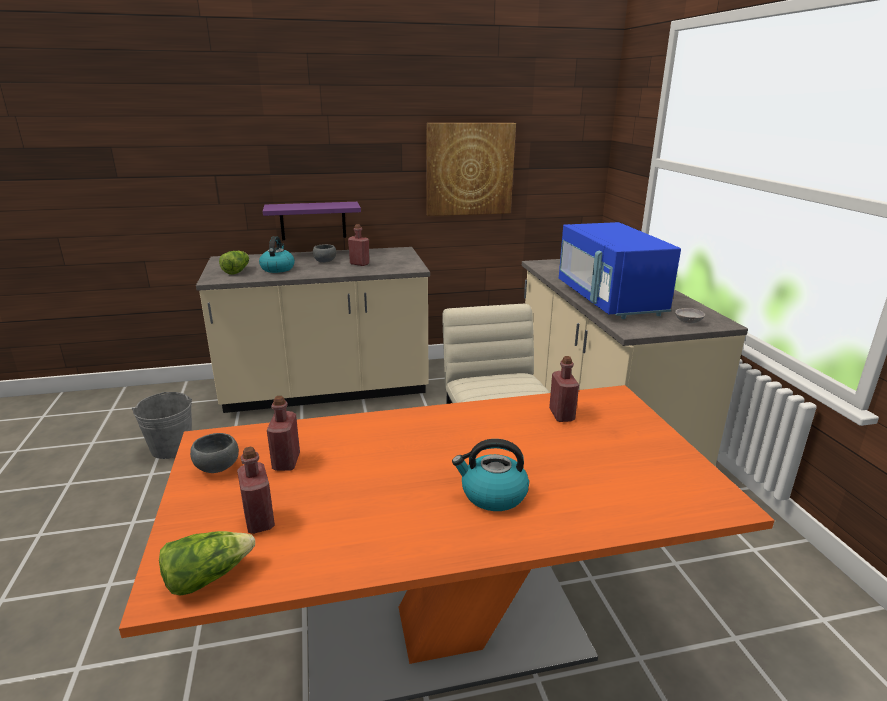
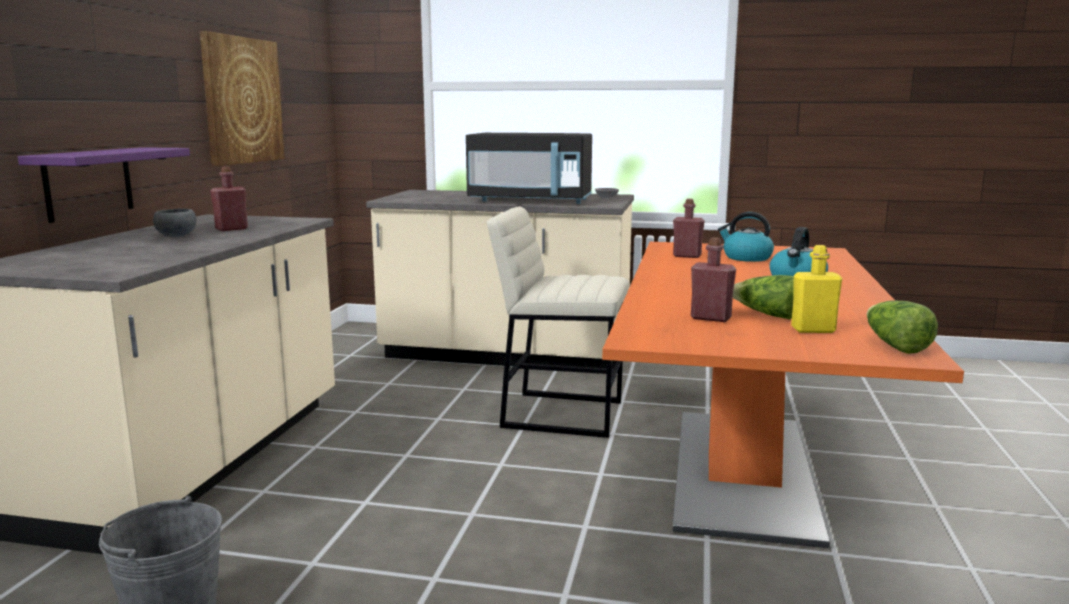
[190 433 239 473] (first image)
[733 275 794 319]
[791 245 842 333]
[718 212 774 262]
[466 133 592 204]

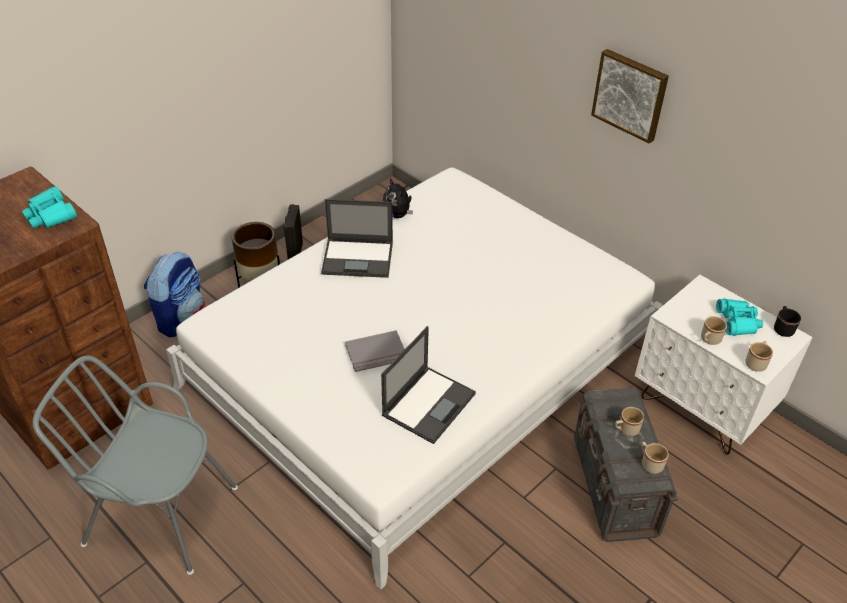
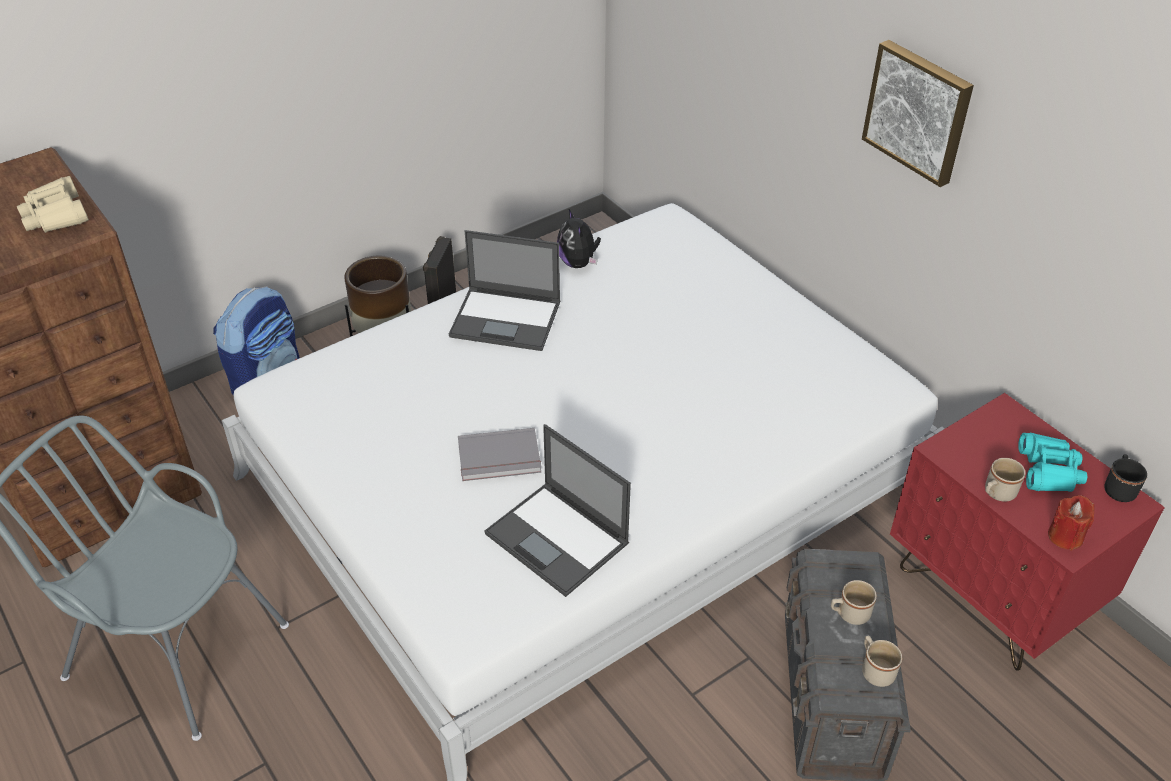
[17 176 89 233]
[485 424 631 597]
[890 393 1165 671]
[1048 495 1095 551]

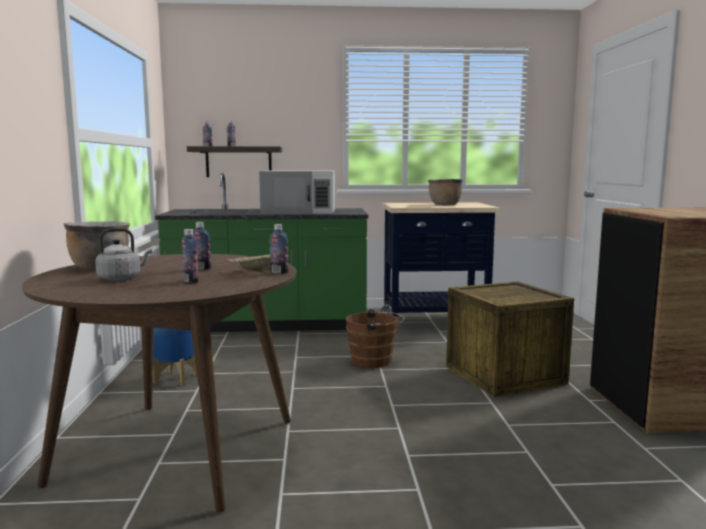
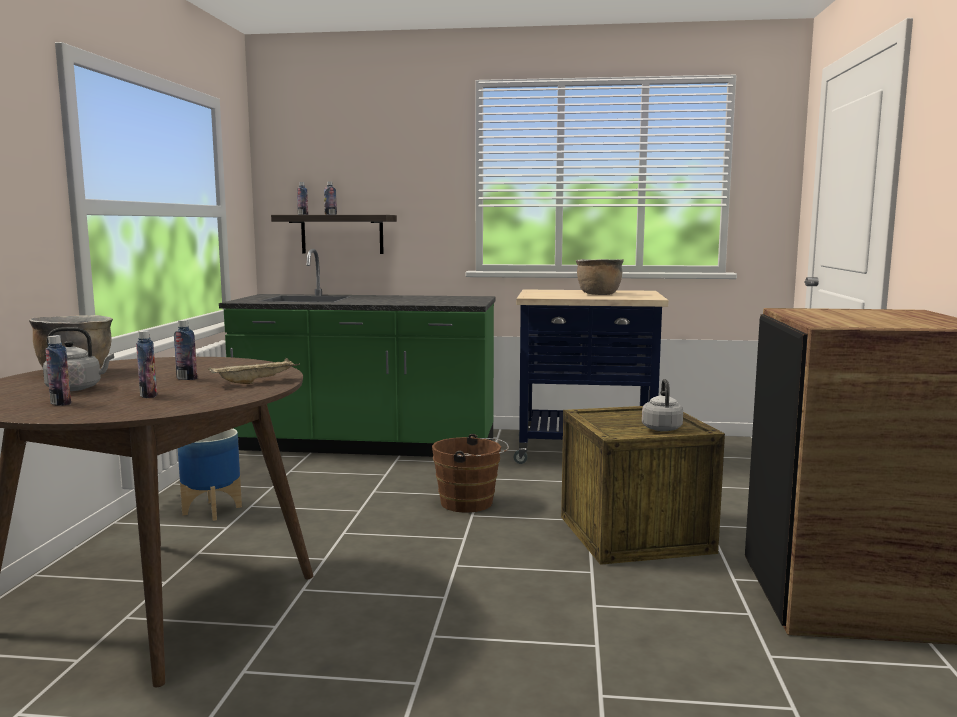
[259 171 335 214] (first image)
[45 335 71 406]
[642 379 683 431]

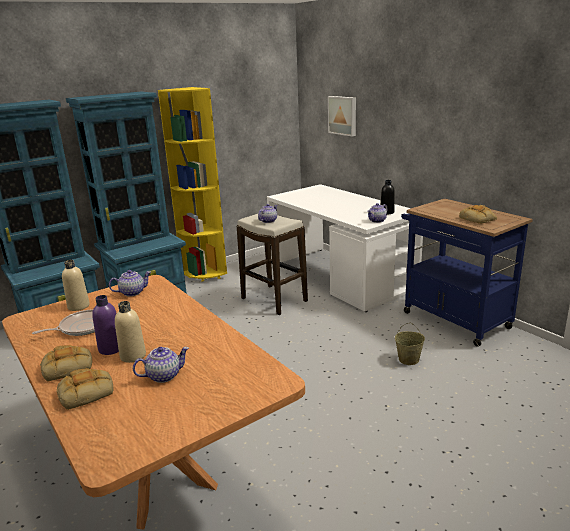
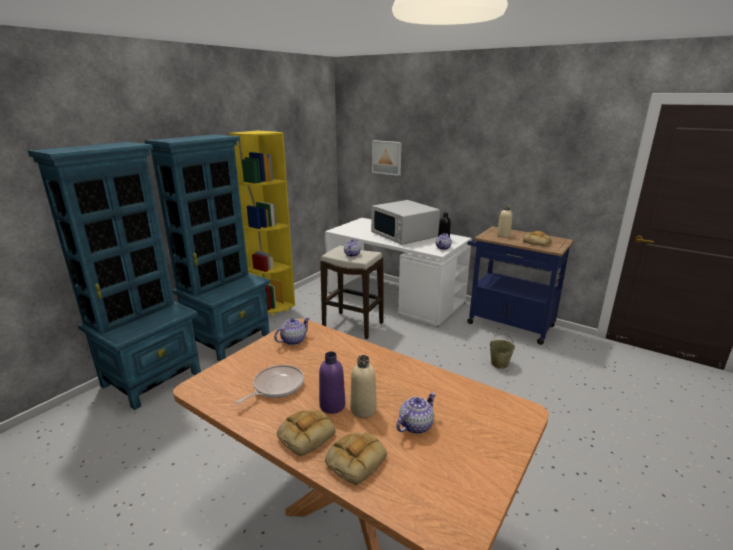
[497 205 512 238]
[371 200 440 245]

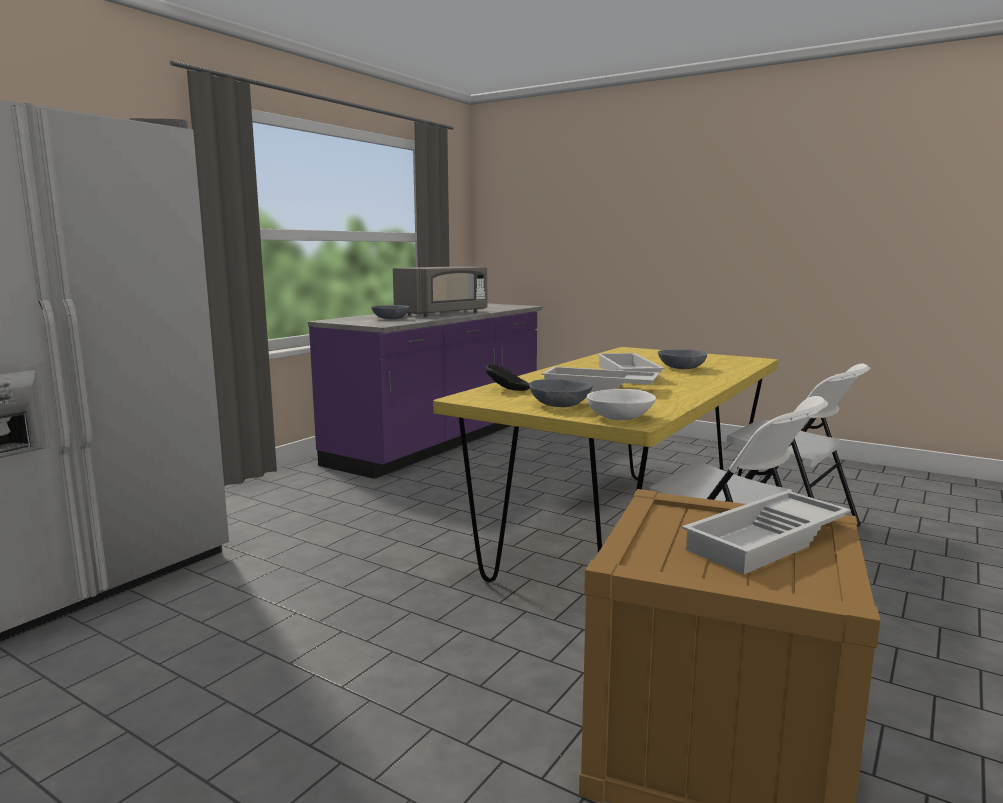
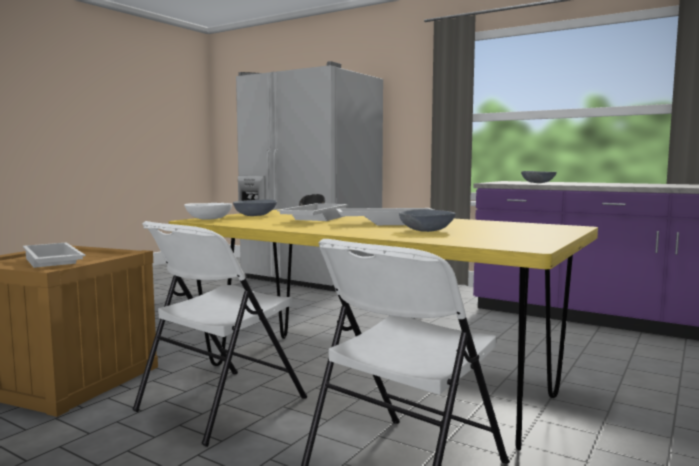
[393 266 487 317] (first image)

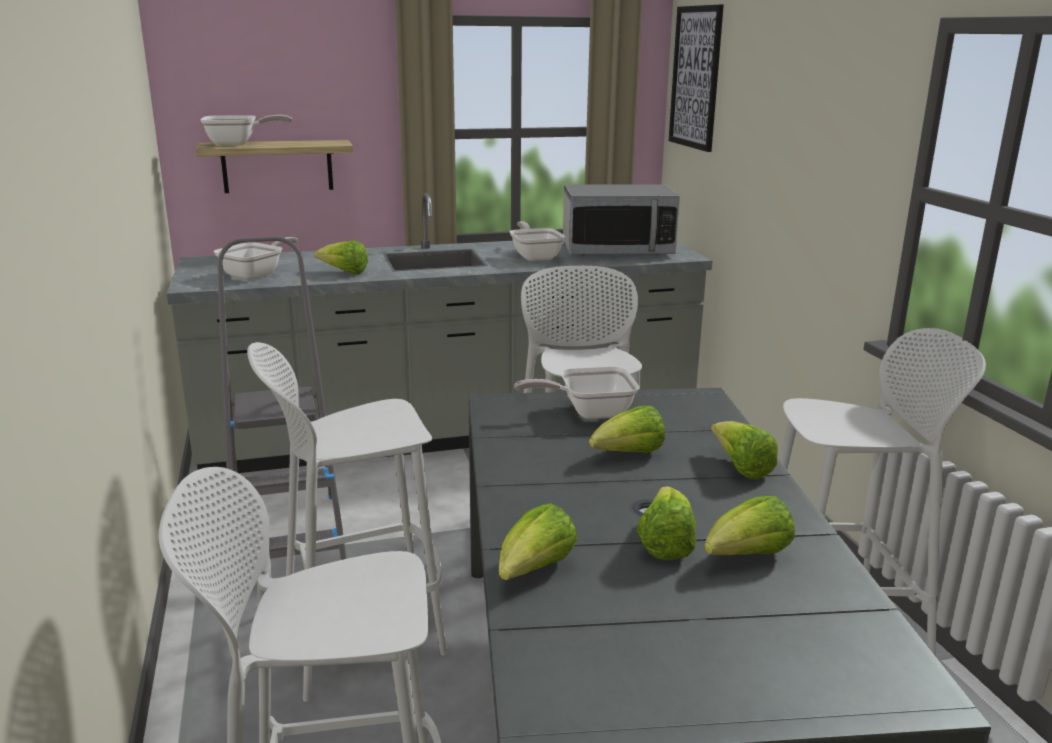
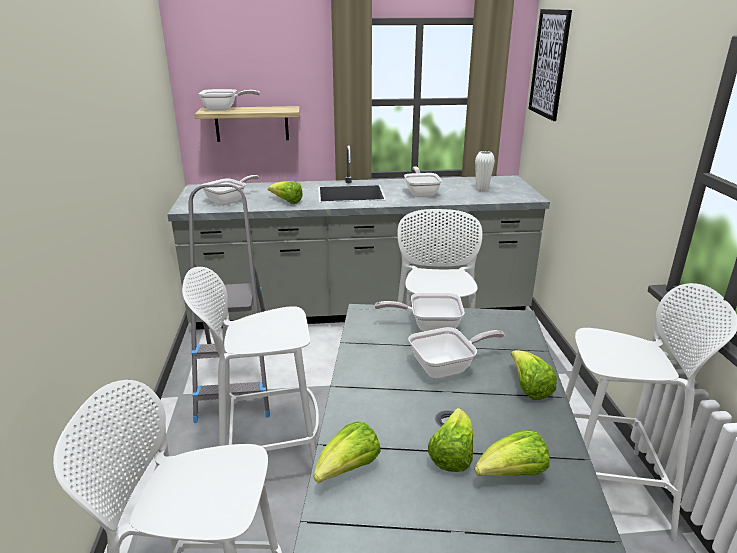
[475 151 495 192]
[408 327 505 378]

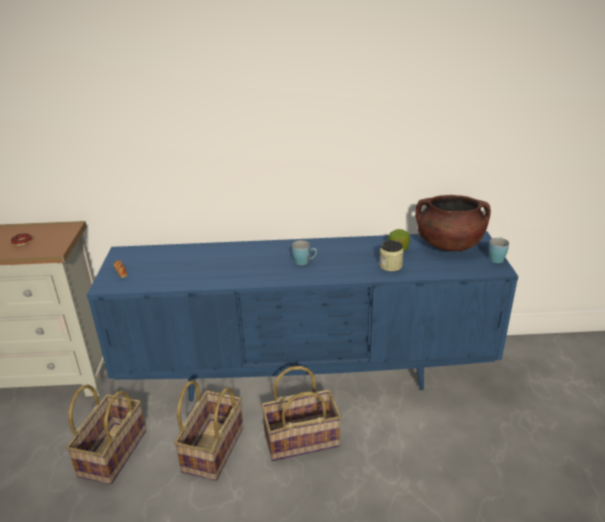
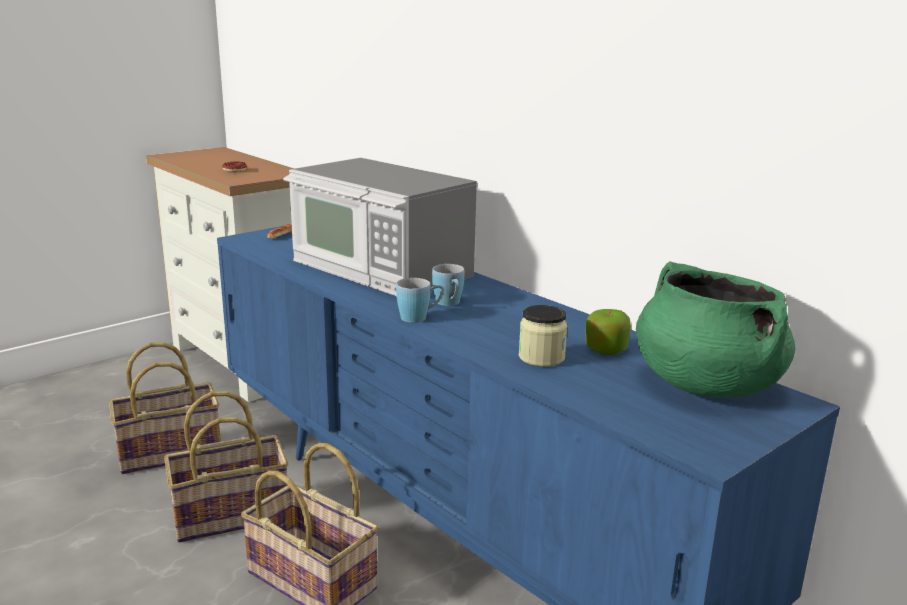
[636 261 795 398]
[396 278 444 323]
[283 158 477 296]

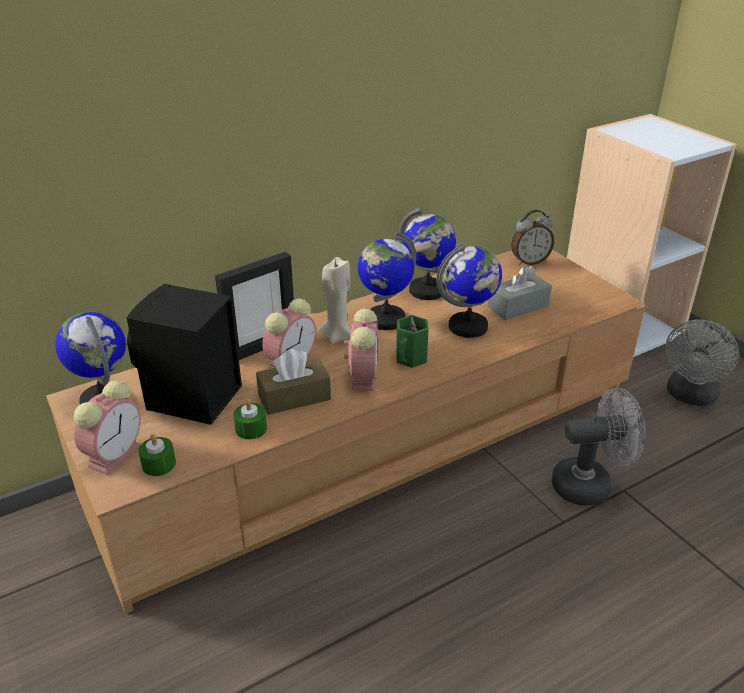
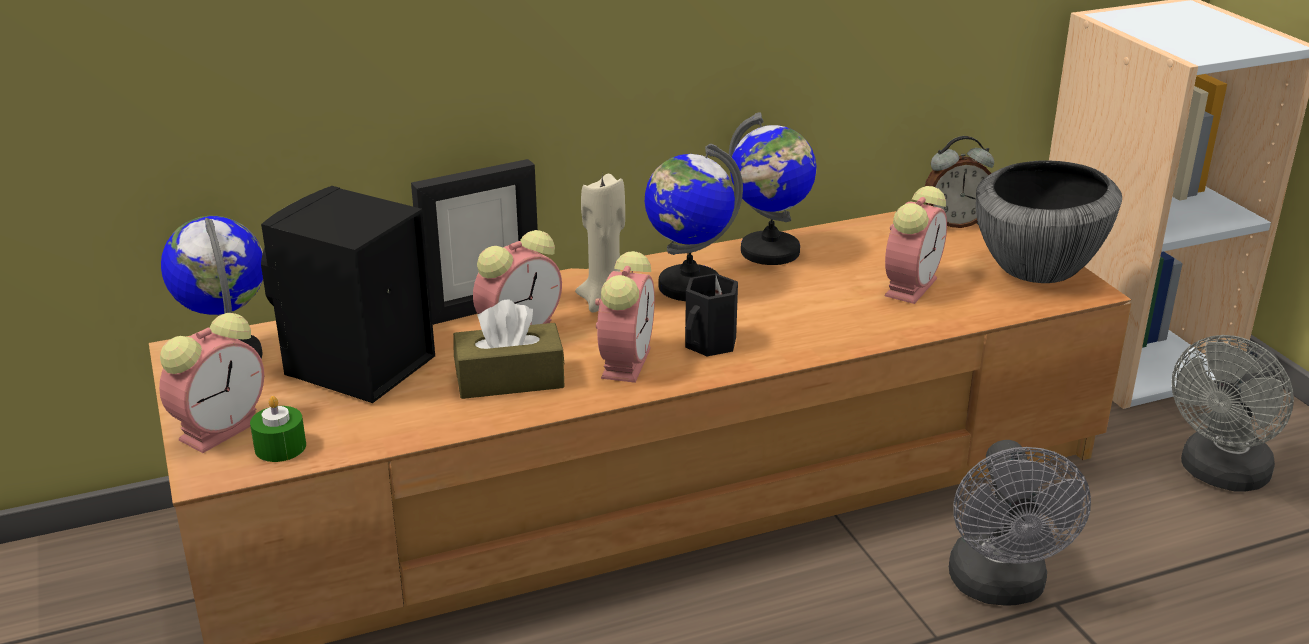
[234 399 267 439] (first image)
[685 273 738 356]
[436 243 502 338] (first image)
[885 186 947 304]
[949 440 1091 606]
[976 160 1122 283]

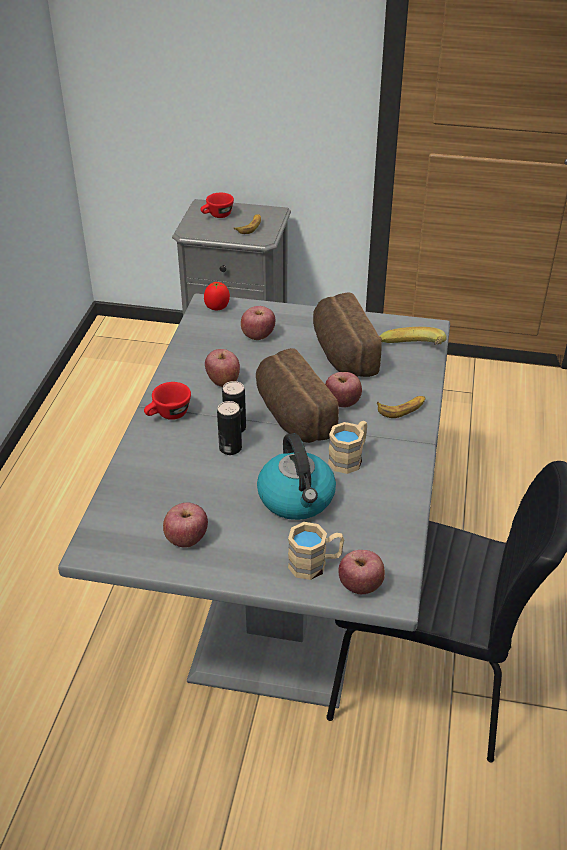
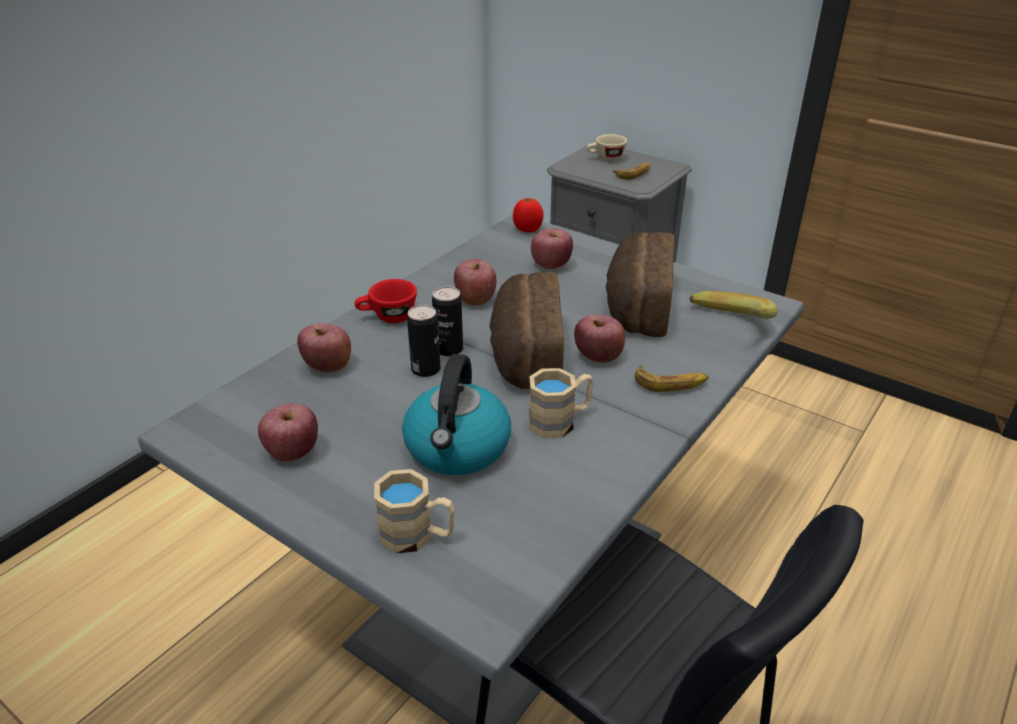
[587 134 627 161]
[297 323 351 373]

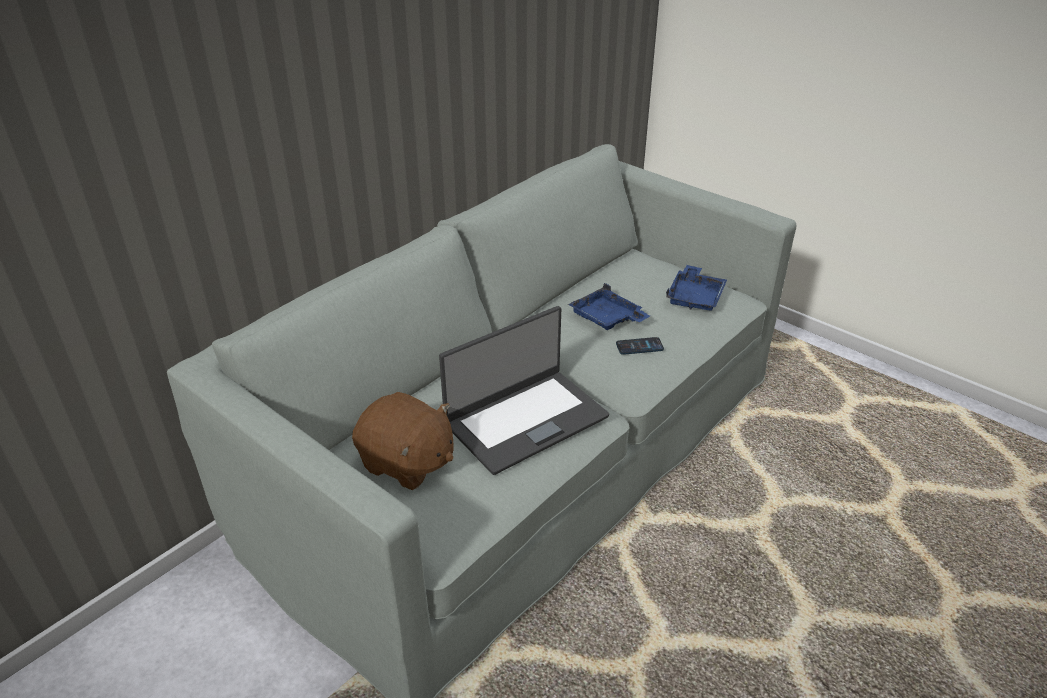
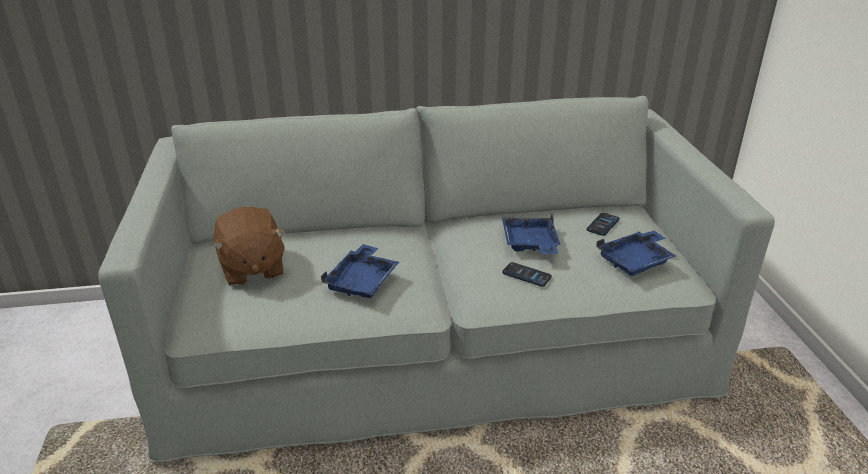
[321 244 399 298]
[586 213 620 236]

